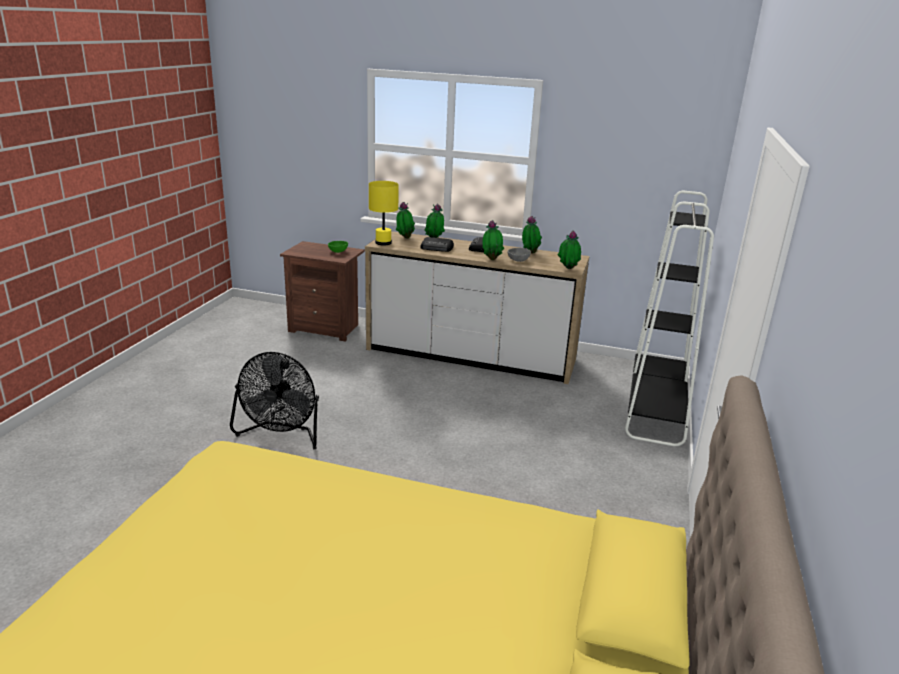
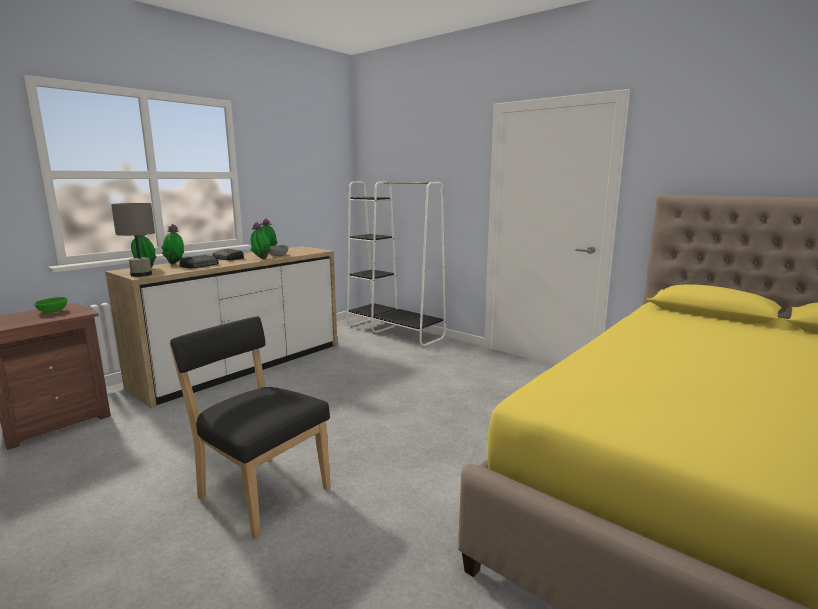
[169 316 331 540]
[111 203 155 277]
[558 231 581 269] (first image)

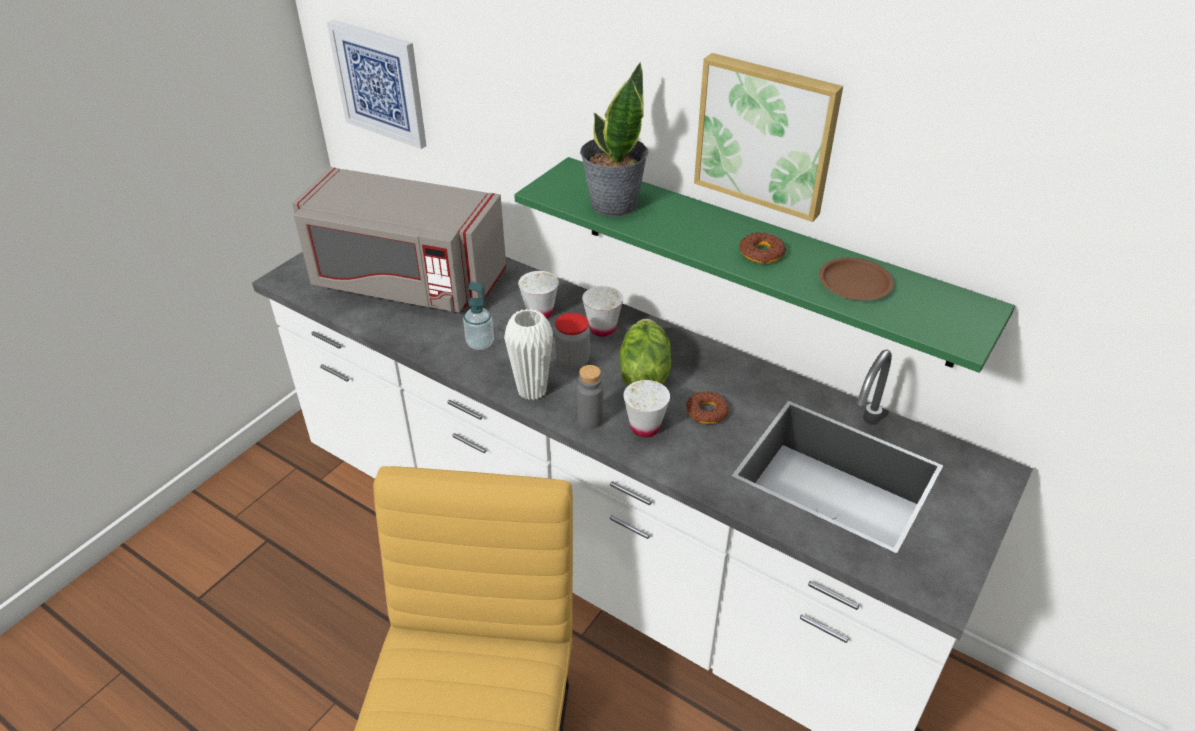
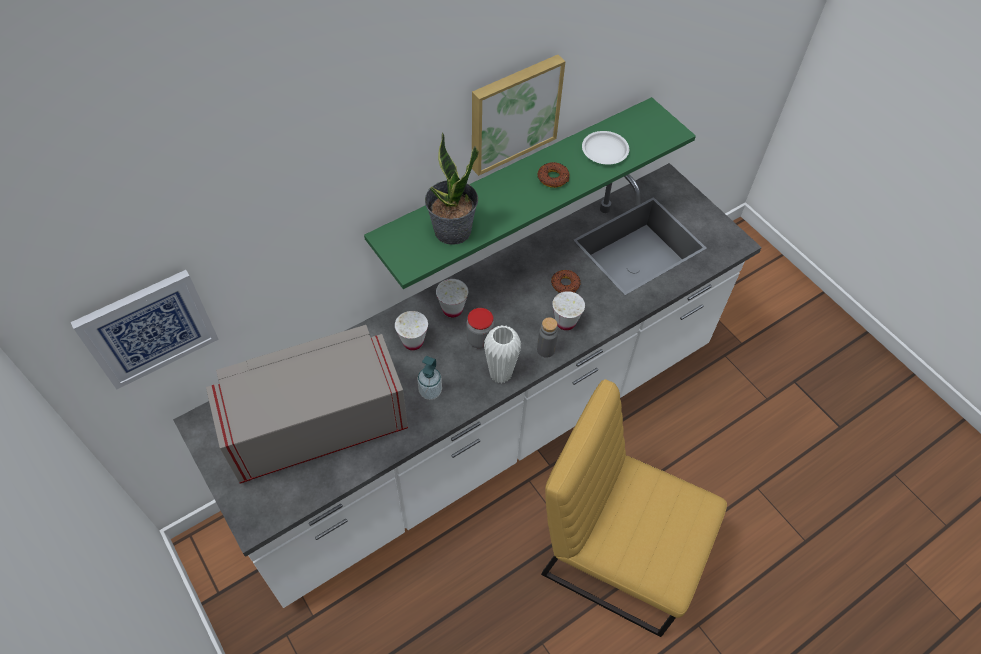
[206 325 408 484]
[619 319 672 386] (first image)
[582 131 629 165]

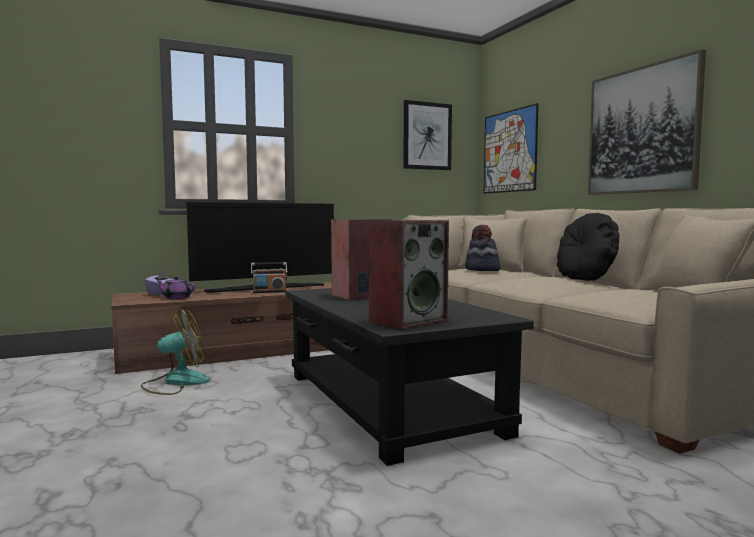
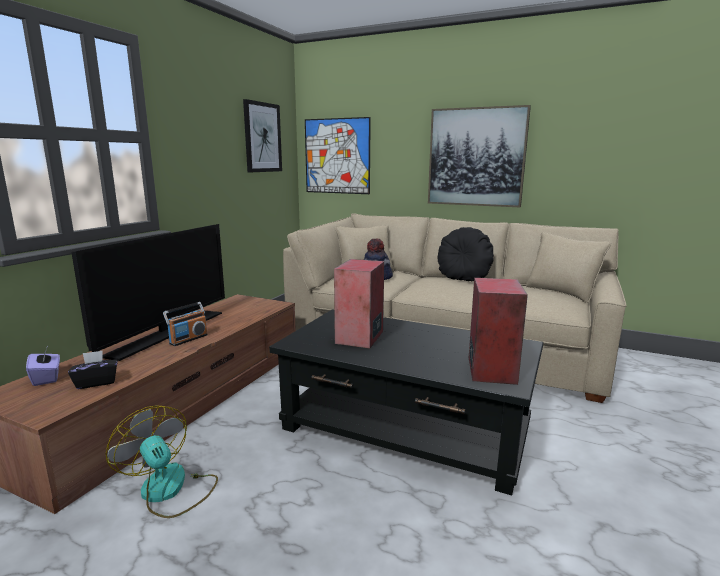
[106 406 218 518]
[68 350 118 389]

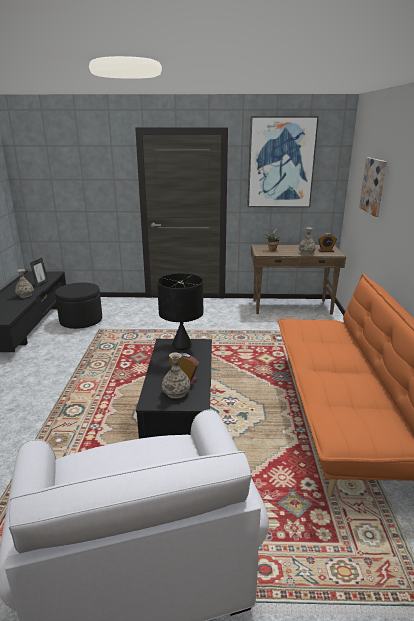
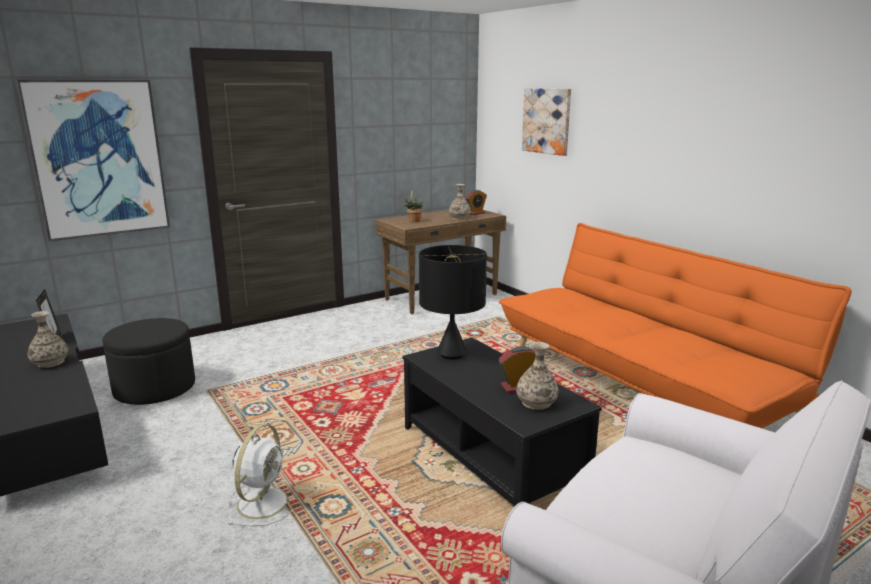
[16 80 170 241]
[227 424 293 526]

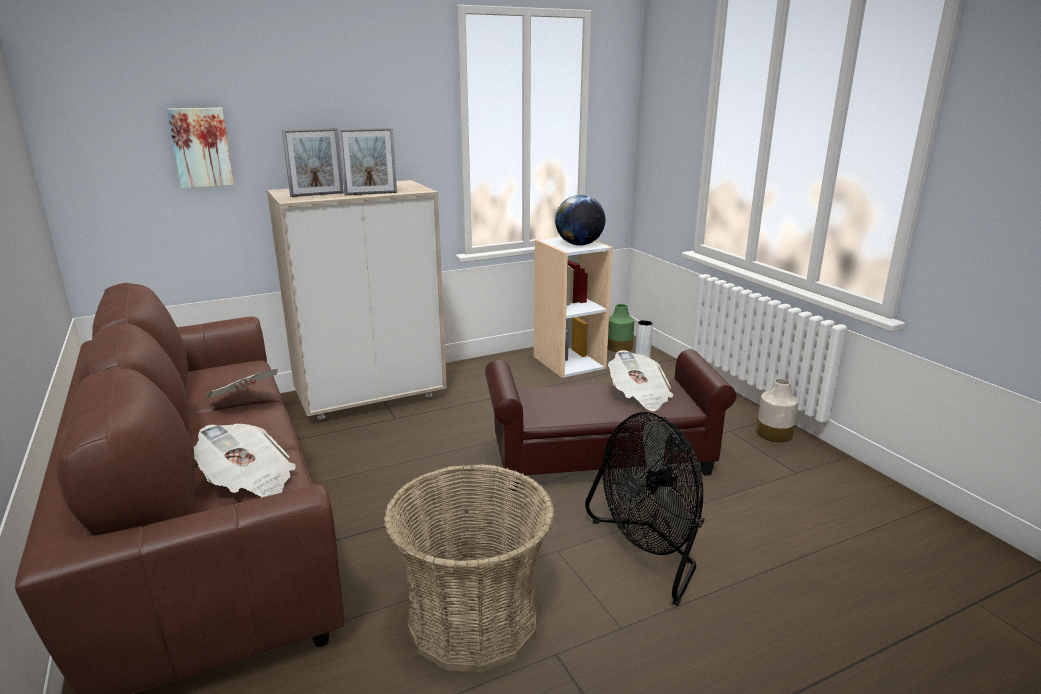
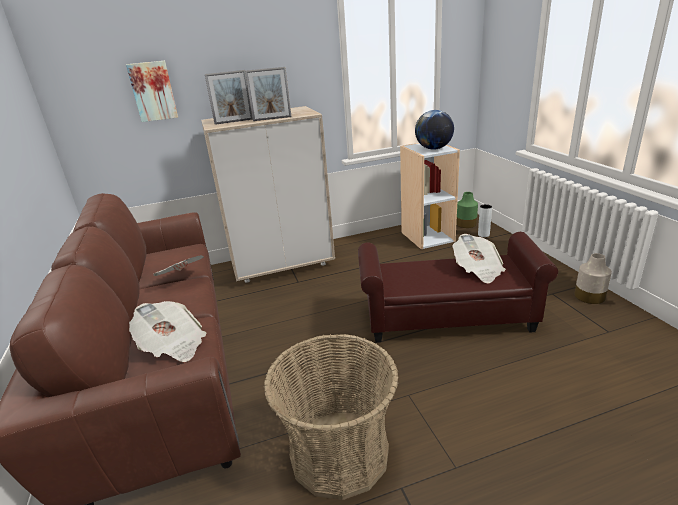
[585 412 705 606] (first image)

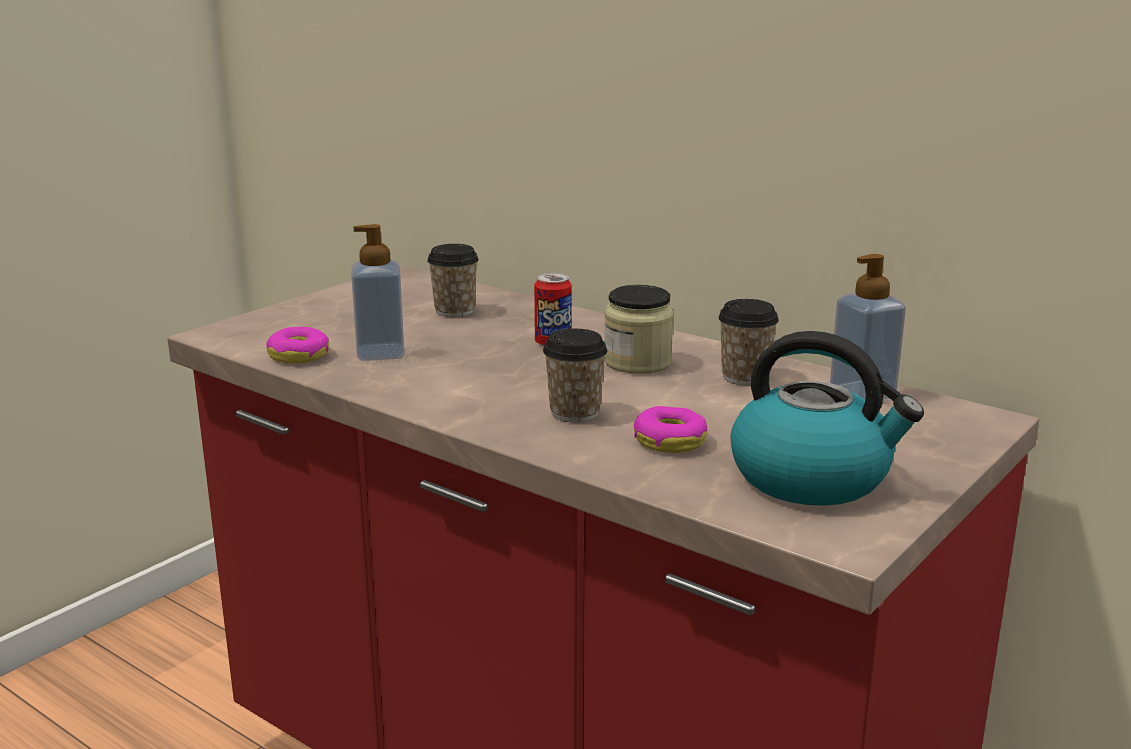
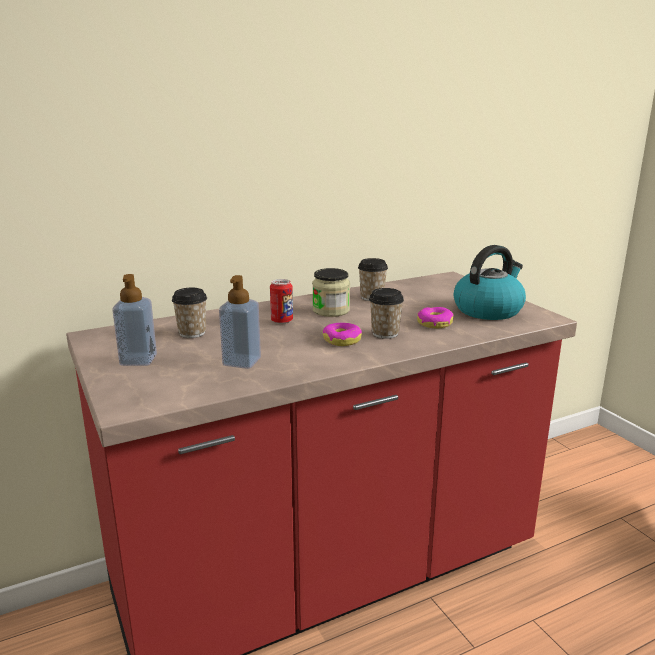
[323 323 362 346]
[112 274 157 366]

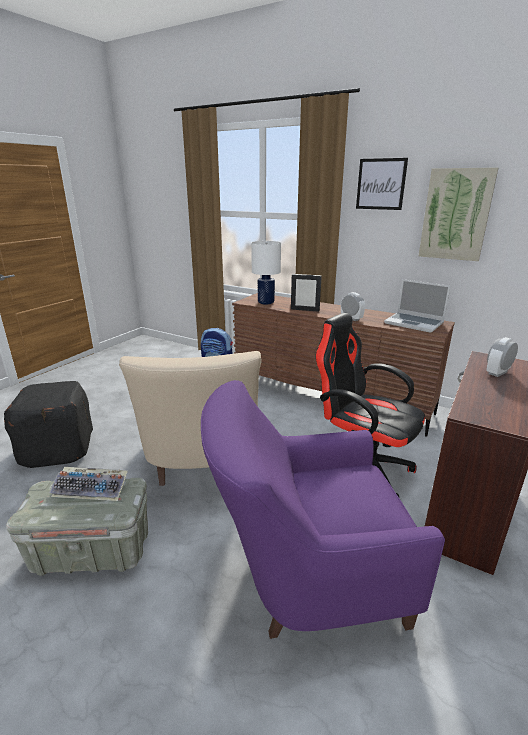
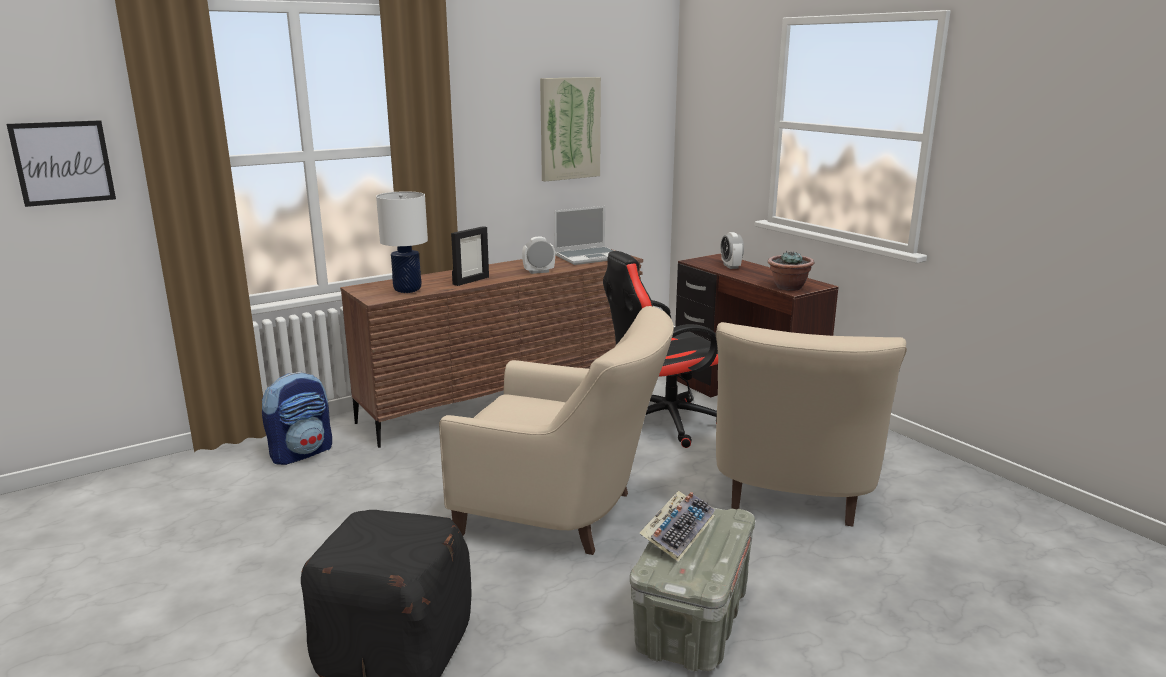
[716 322 907 526]
[7 120 116 207]
[768 251 814 291]

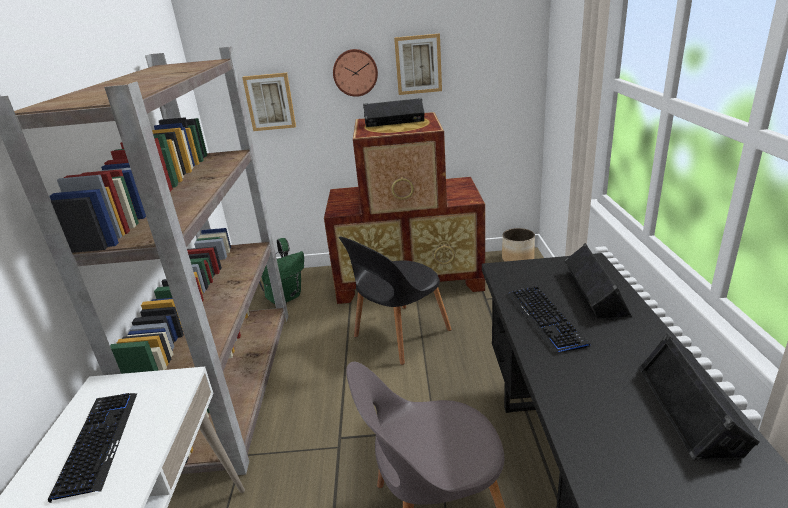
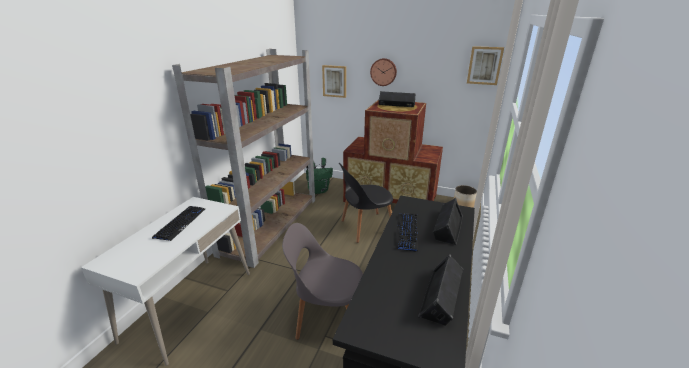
[467 46 504 85]

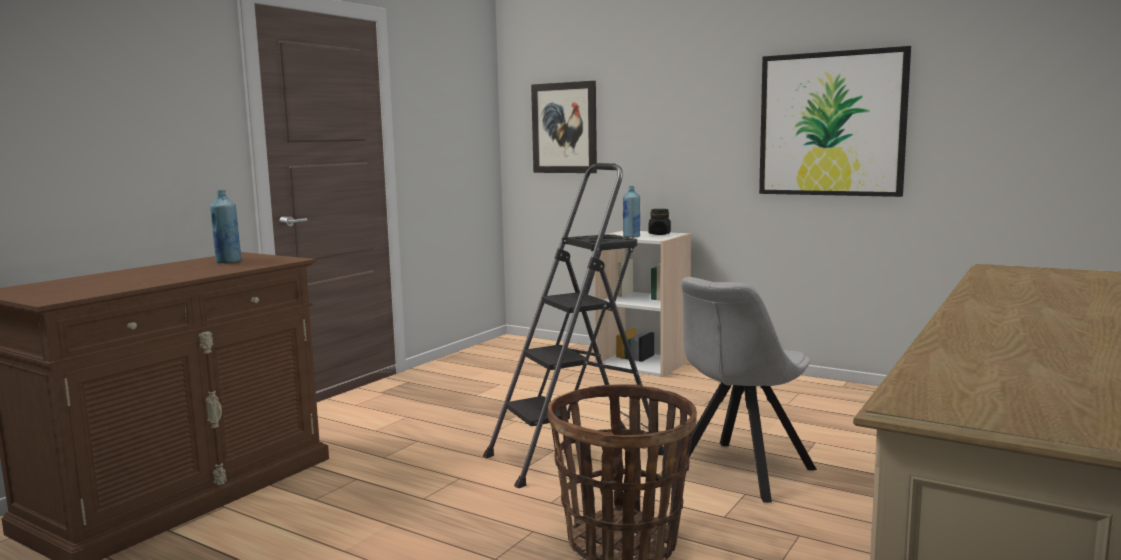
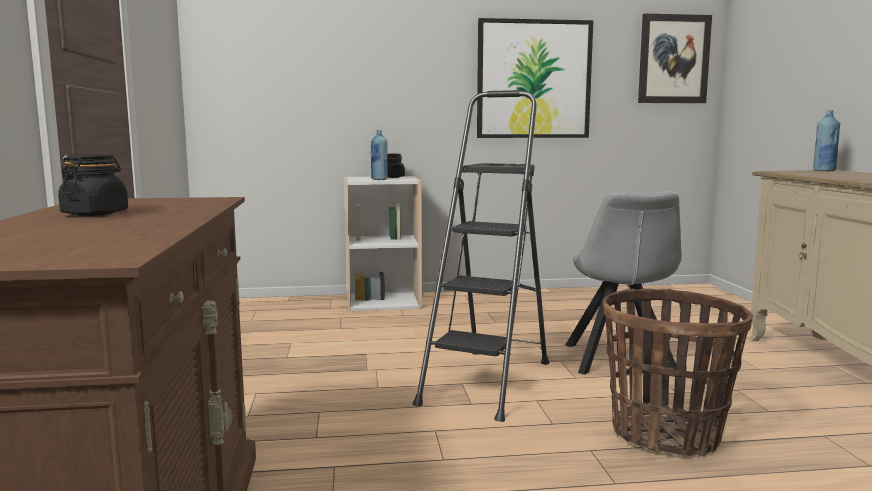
[813 110 840 171]
[638 14 712 103]
[58 154 128 216]

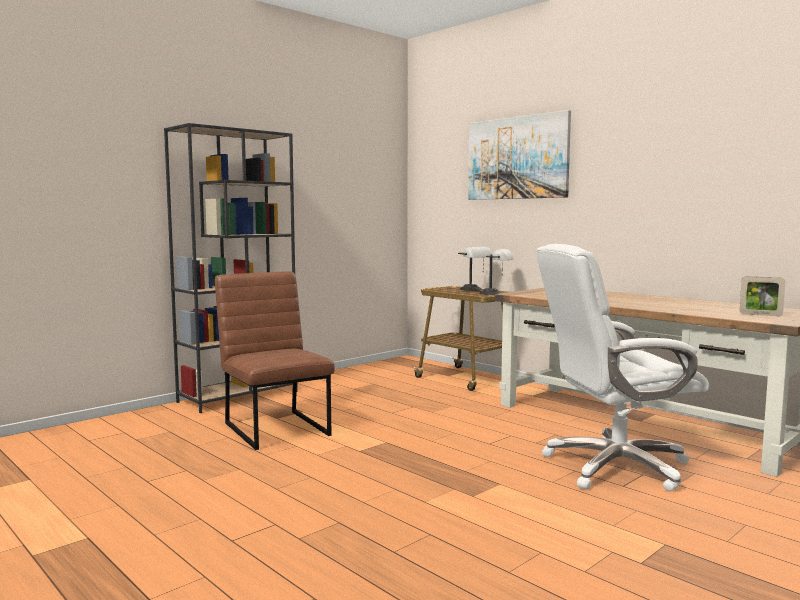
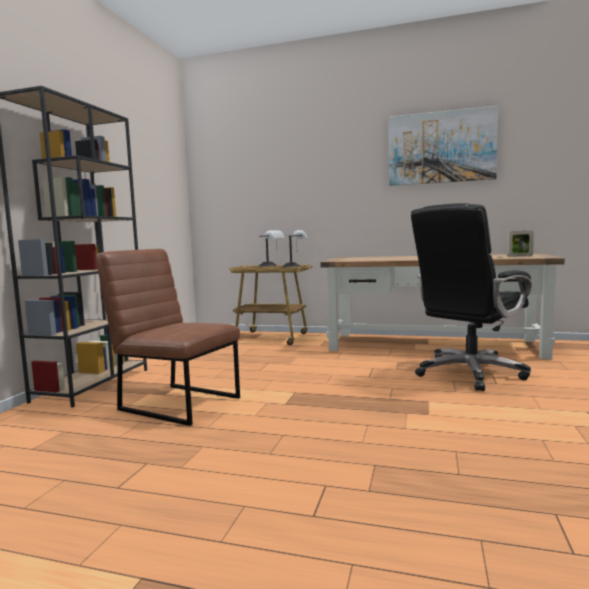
[389 105 498 186]
[411 203 532 391]

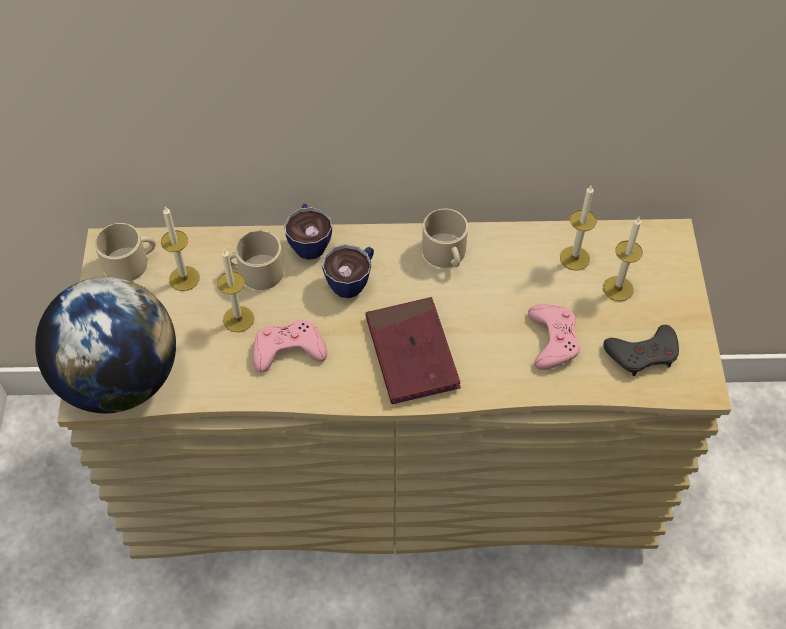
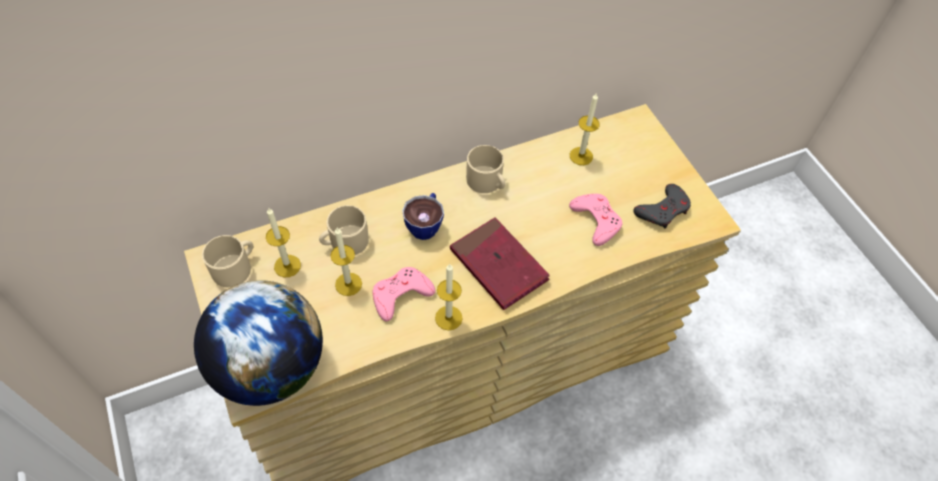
[284 204 332 260] (first image)
[435 264 463 330]

